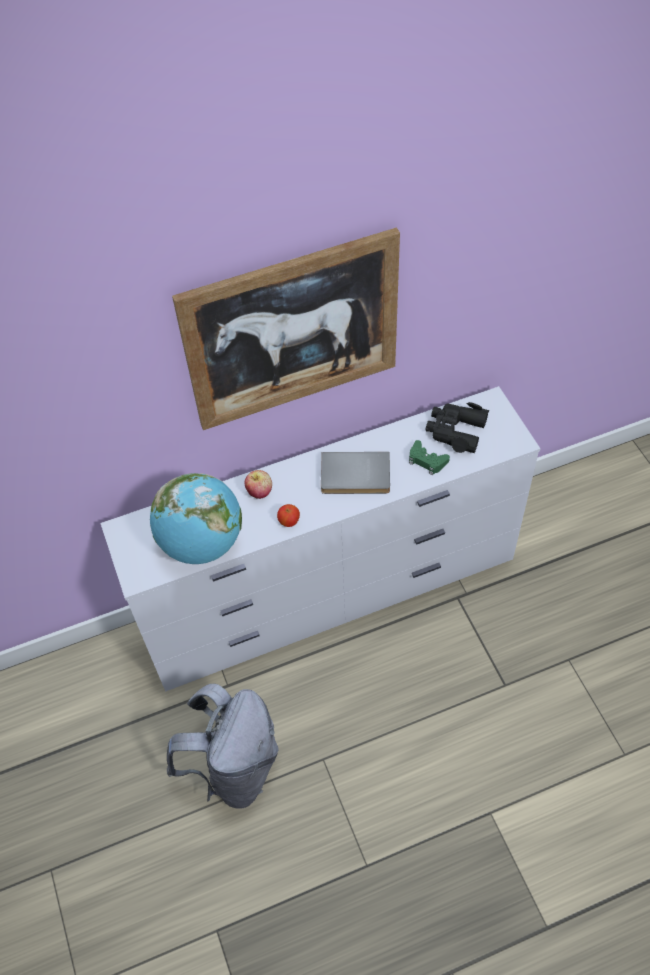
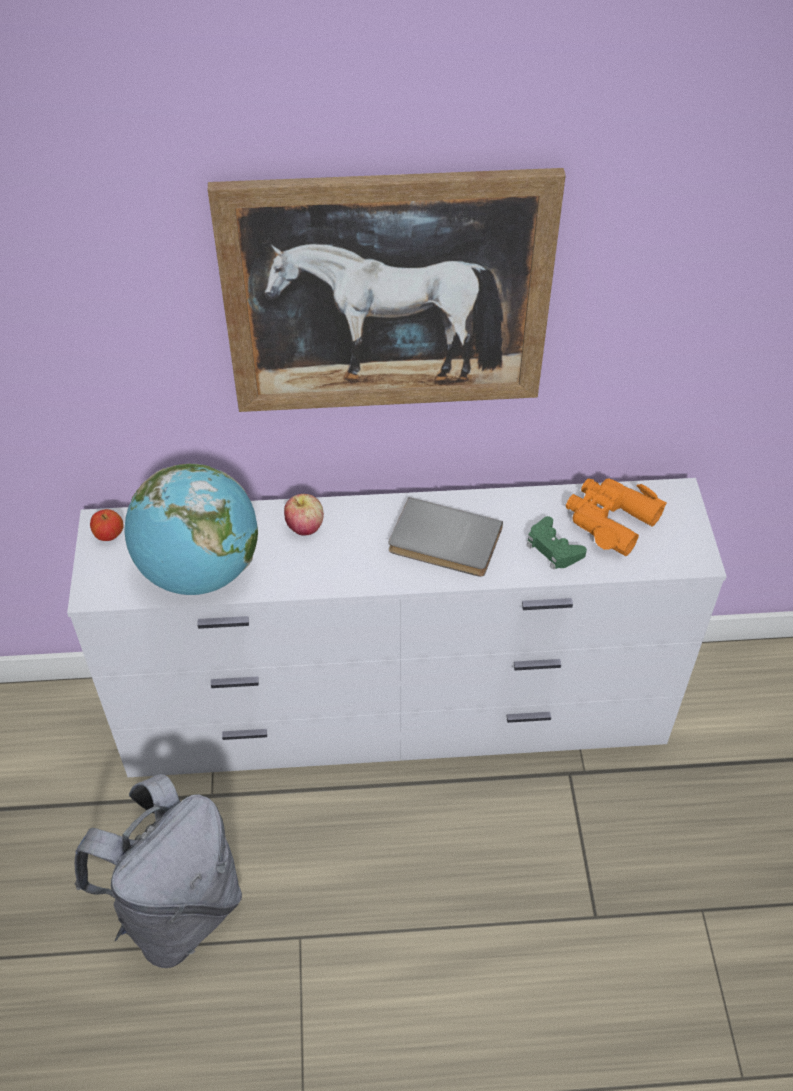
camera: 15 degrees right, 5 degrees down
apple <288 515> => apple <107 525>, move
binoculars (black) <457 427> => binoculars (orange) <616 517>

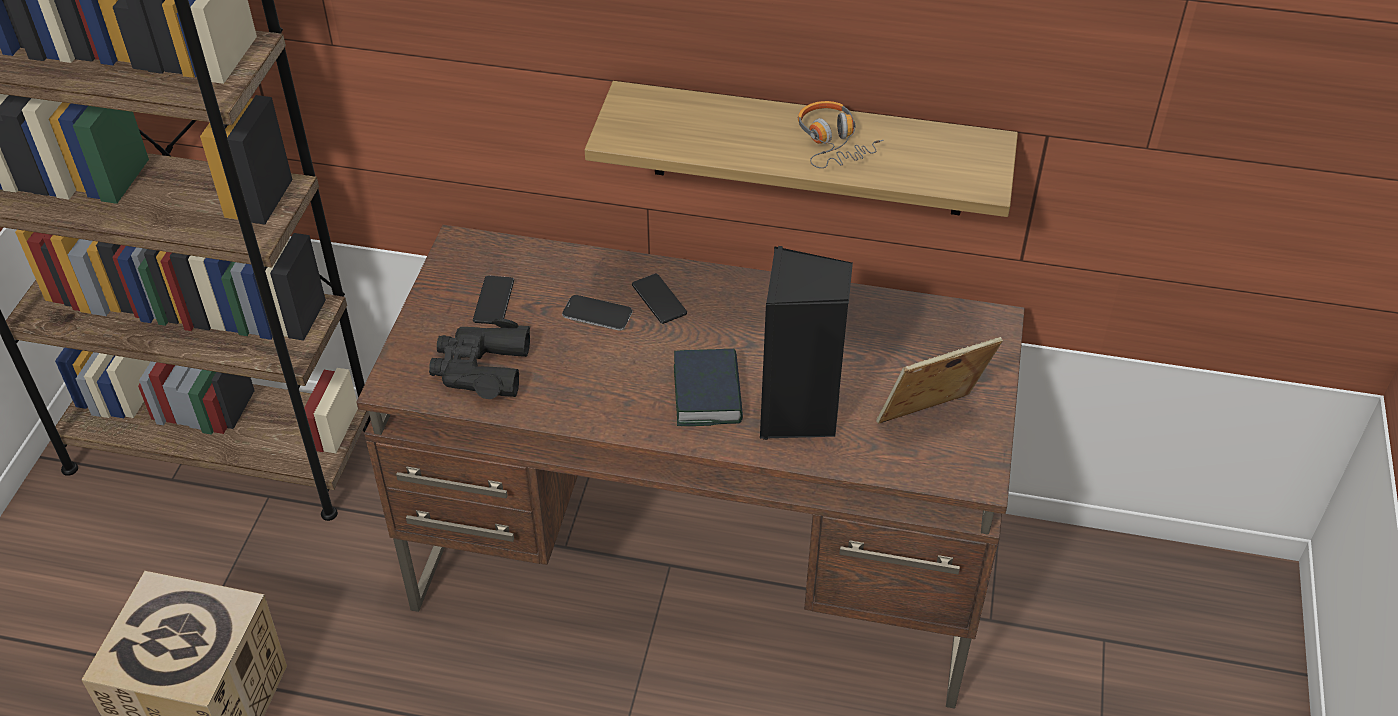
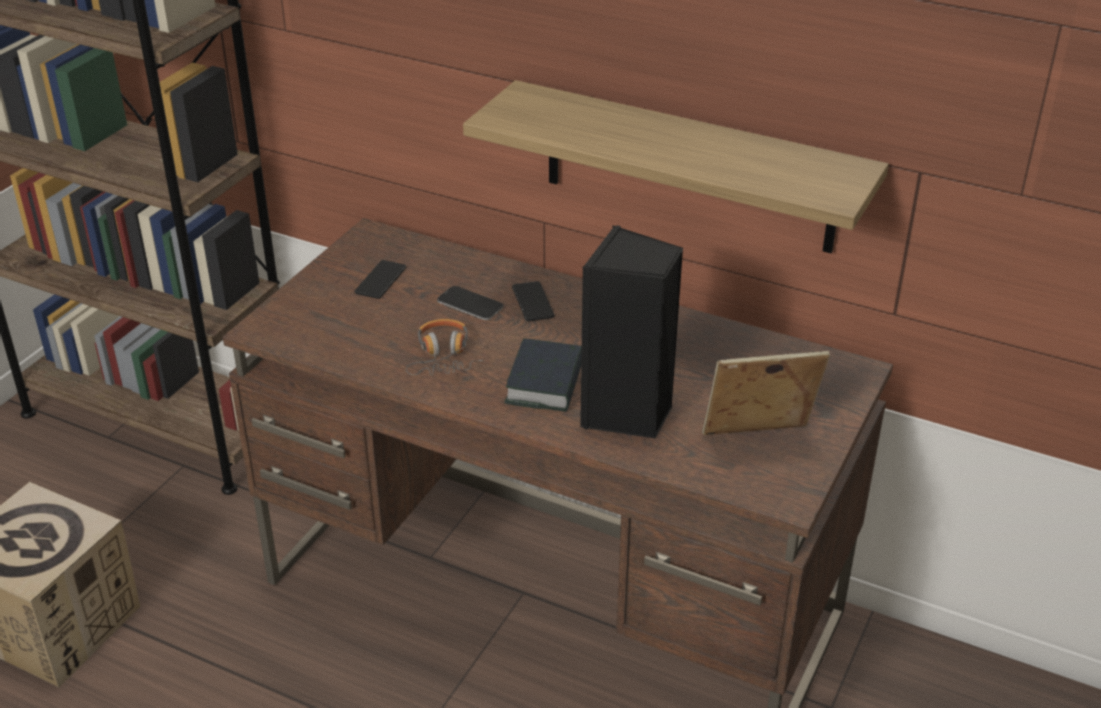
camera: 15 degrees right, 10 degrees down
binoculars (black) <479 358> => nothing
headphones <841 134> => headphones <444 347>, move

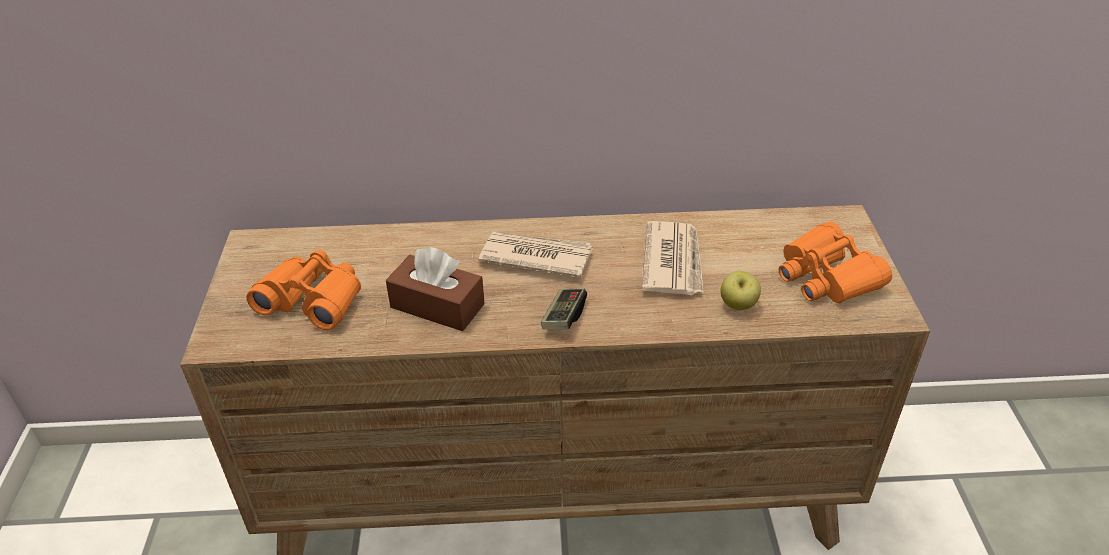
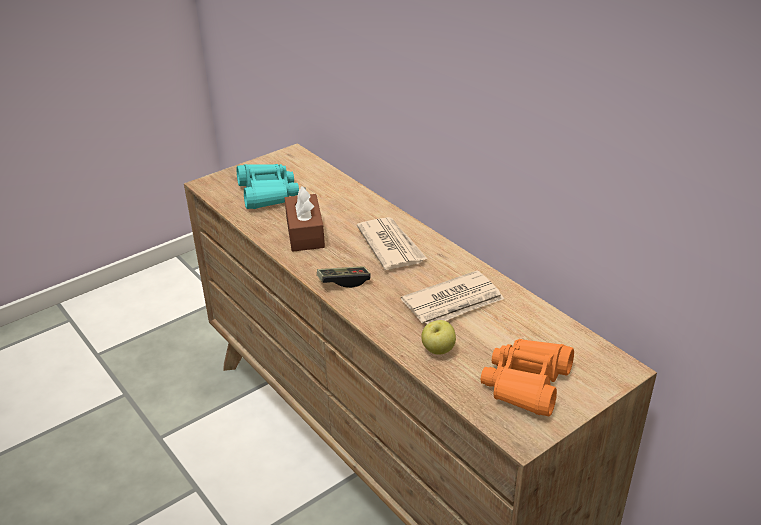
camera: 55 degrees right, 5 degrees down
binoculars (orange) <303 290> => binoculars (turquoise) <268 186>

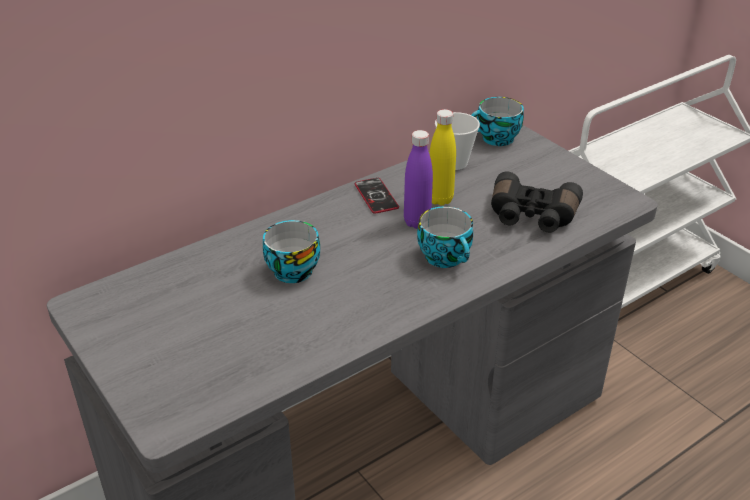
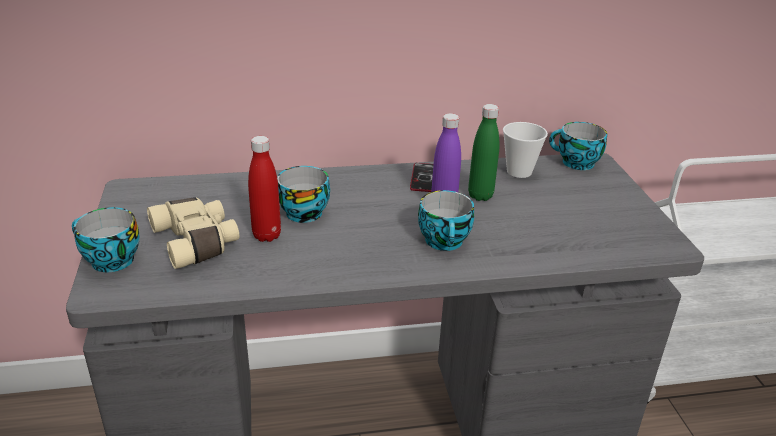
camera: 25 degrees right, 5 degrees down
binoculars (black) <537 202> => nothing
nothing => cup <106 239>
nothing => binoculars (beige) <193 233>
nothing => bottle (red) <264 189>
bottle (yellow) <442 157> => bottle (green) <483 152>

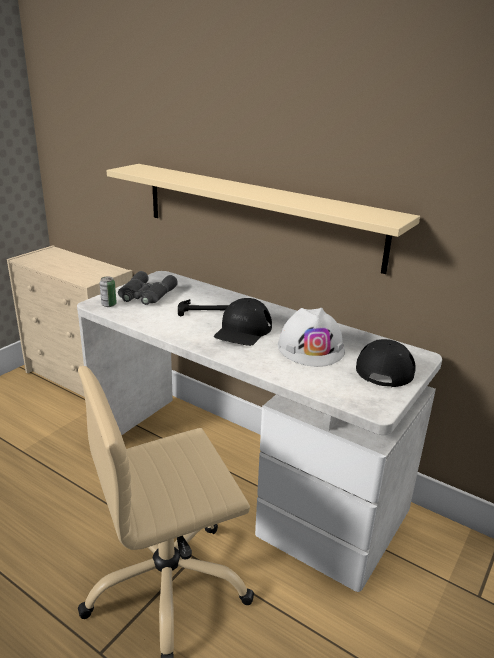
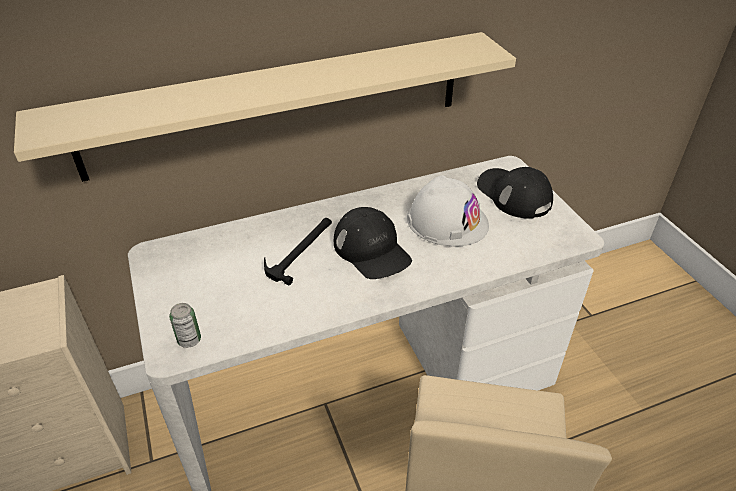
camera: 55 degrees left, 15 degrees up
binoculars (grey) <148 288> => nothing

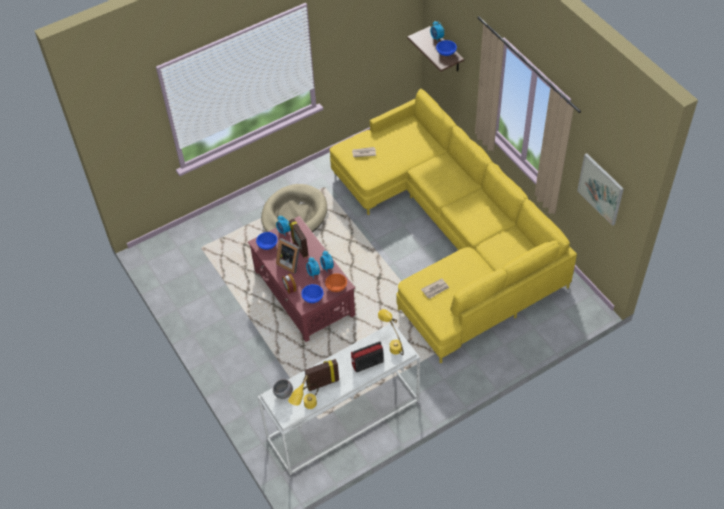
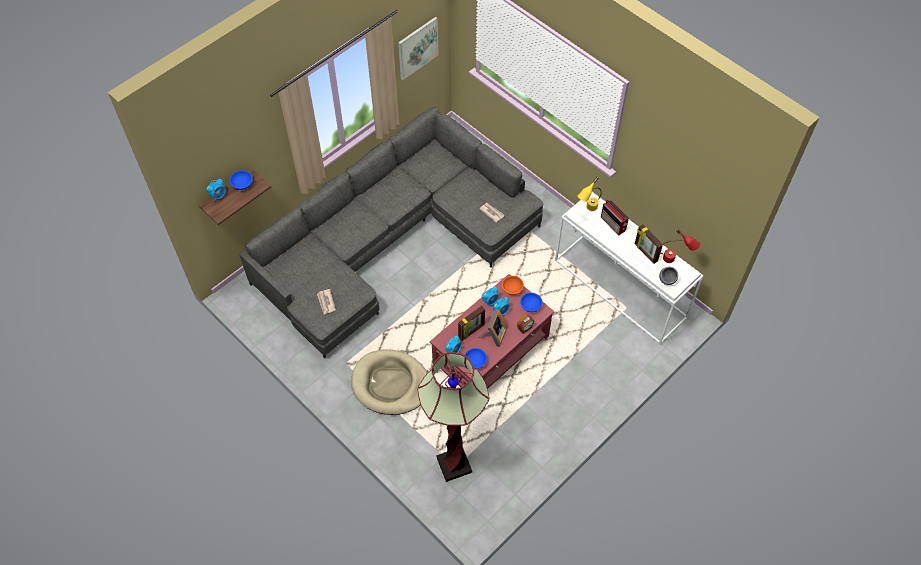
camera: 105 degrees left, 5 degrees up
nothing => floor lamp <453 417>
table lamp (yellow) <303 392> => table lamp (red) <680 246>
sofa (yellow) <453 226> => sofa (grey) <391 232>

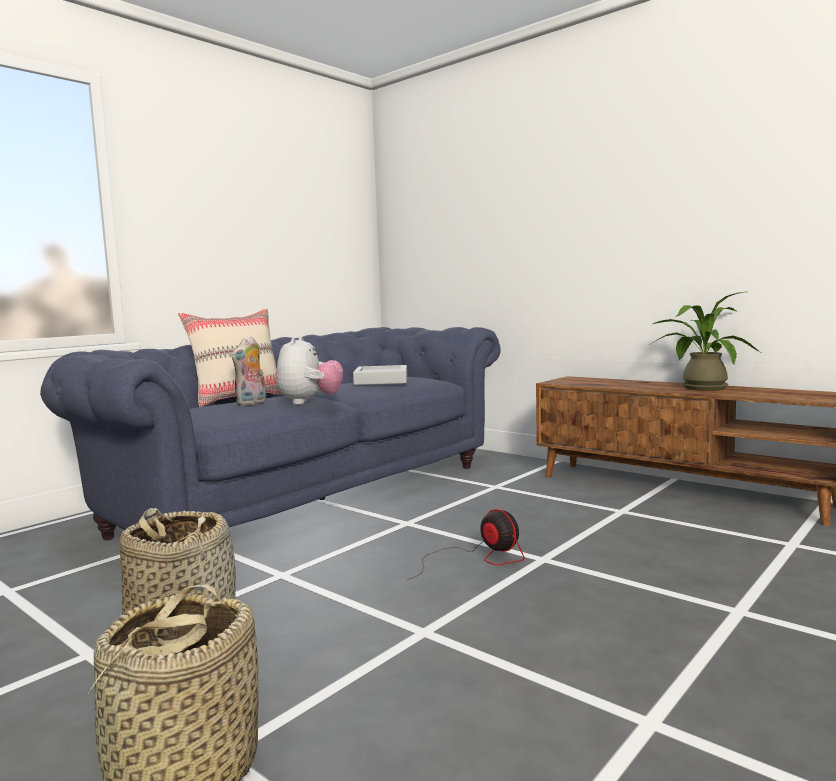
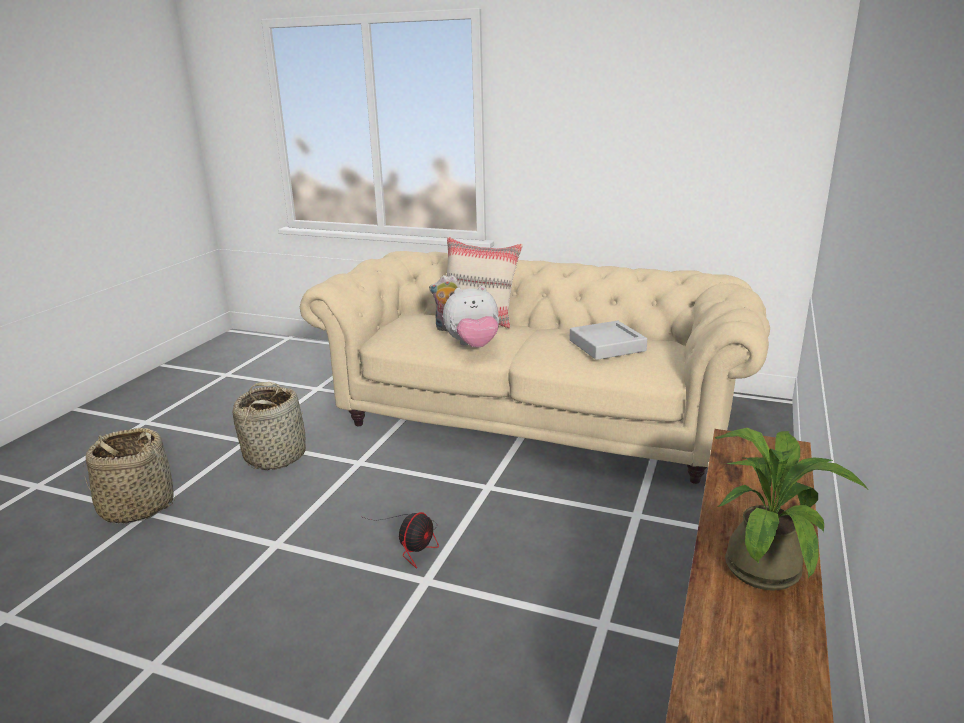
camera: 70 degrees right, 15 degrees up
sofa (blue) <270 434> => sofa (beige) <535 367>

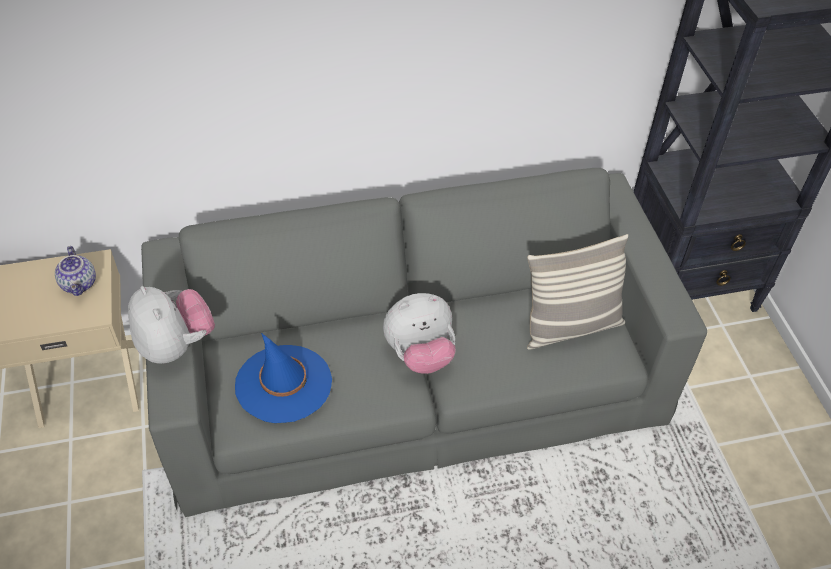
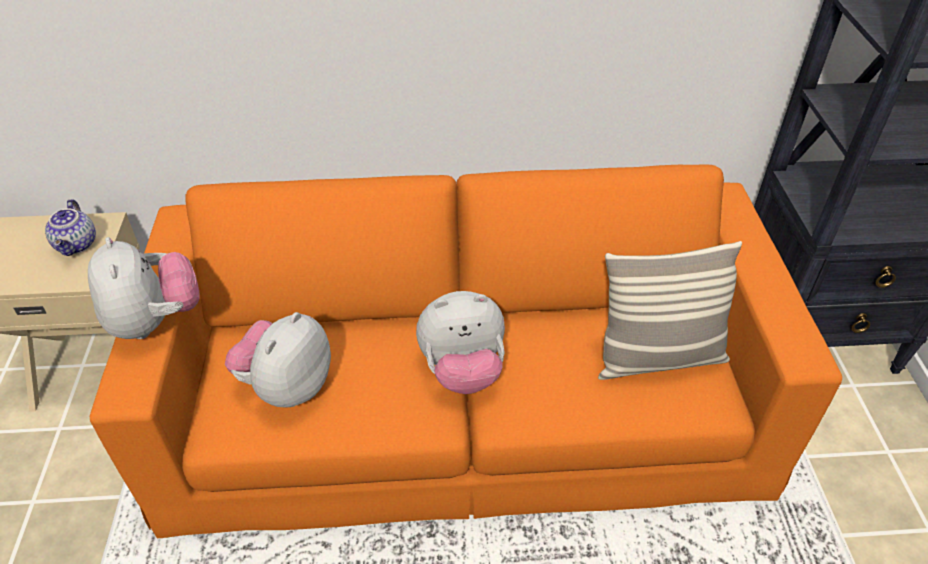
camera: 10 degrees right, 5 degrees down
hat (blue) <283 378> => plush toy <278 360>
sofa (grey) <424 342> => sofa (orange) <466 351>

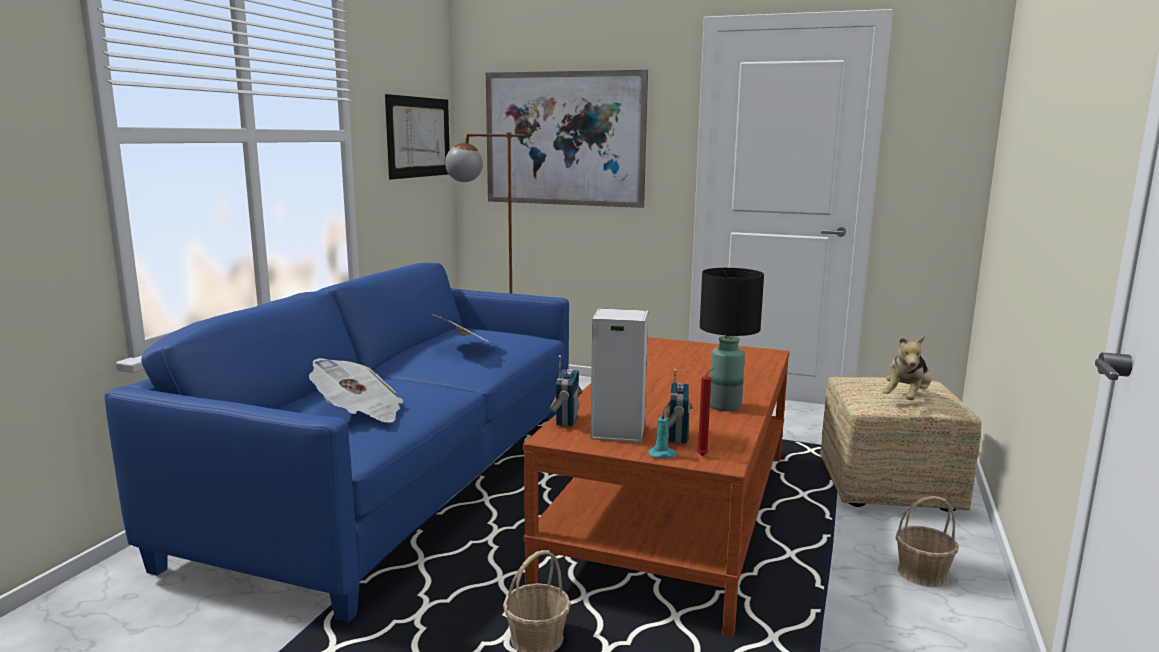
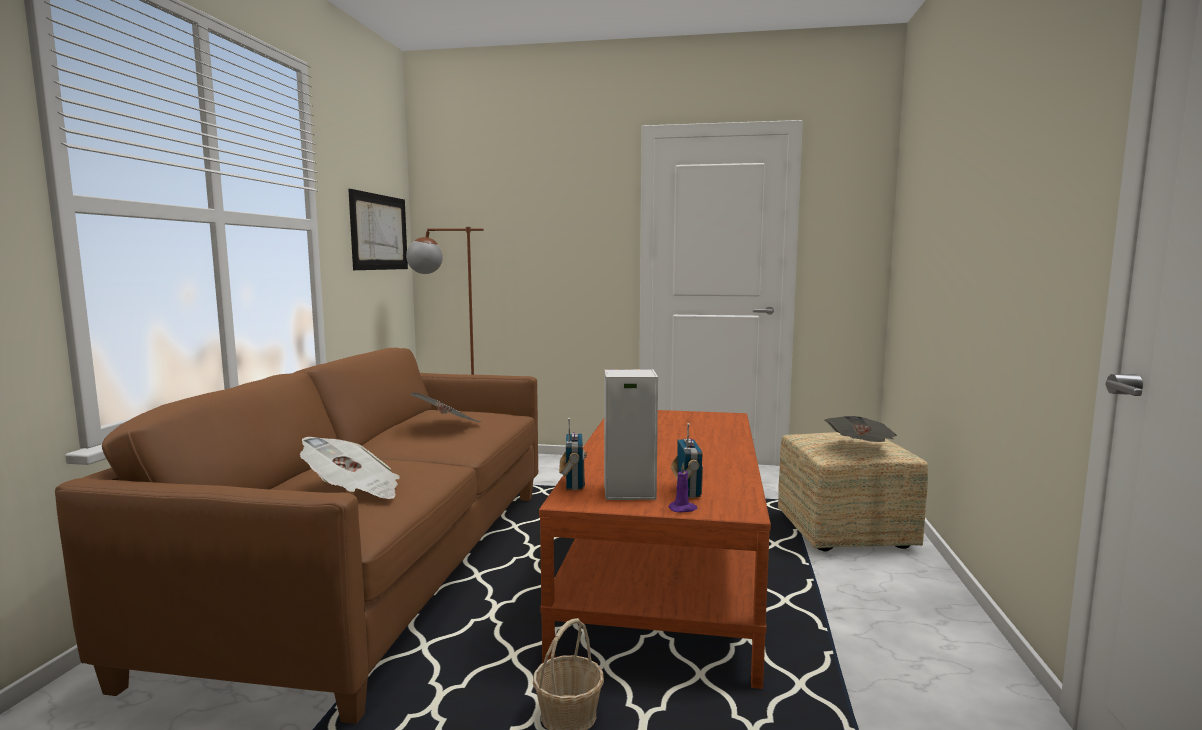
camera: 10 degrees left, 5 degrees down
picture <567 139> => nothing
candle (red) <706 411> => nothing
table lamp (black) <732 339> => nothing
basket <927 541> => nothing
plush toy <907 368> => newspaper <860 429>
sofa (blue) <336 443> => sofa (brown) <296 536>
candle (turquoise) <663 433> => candle (purple) <683 487>

